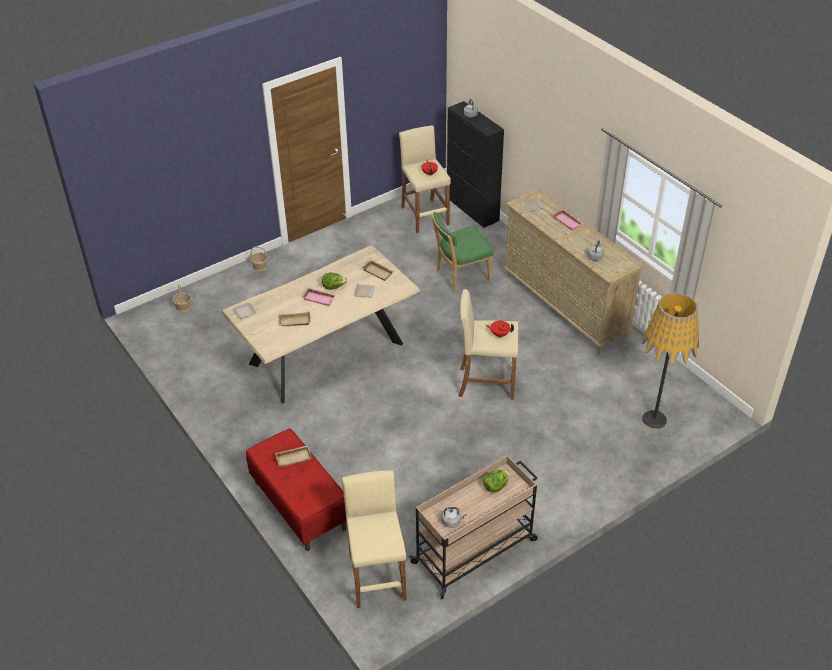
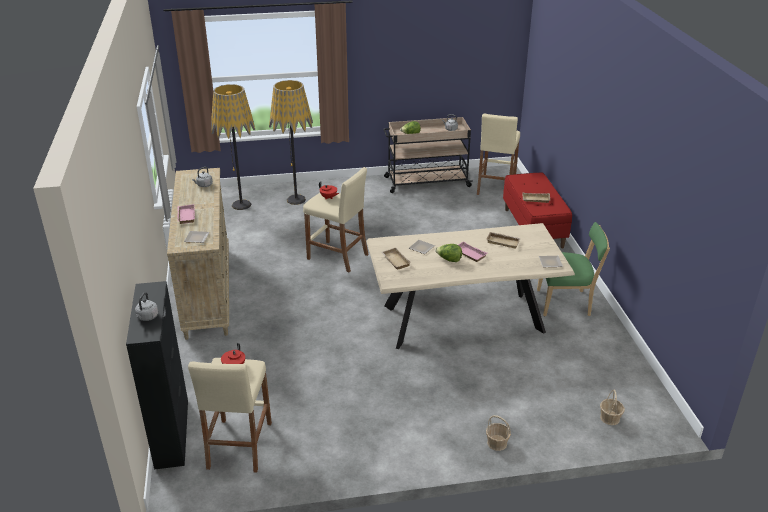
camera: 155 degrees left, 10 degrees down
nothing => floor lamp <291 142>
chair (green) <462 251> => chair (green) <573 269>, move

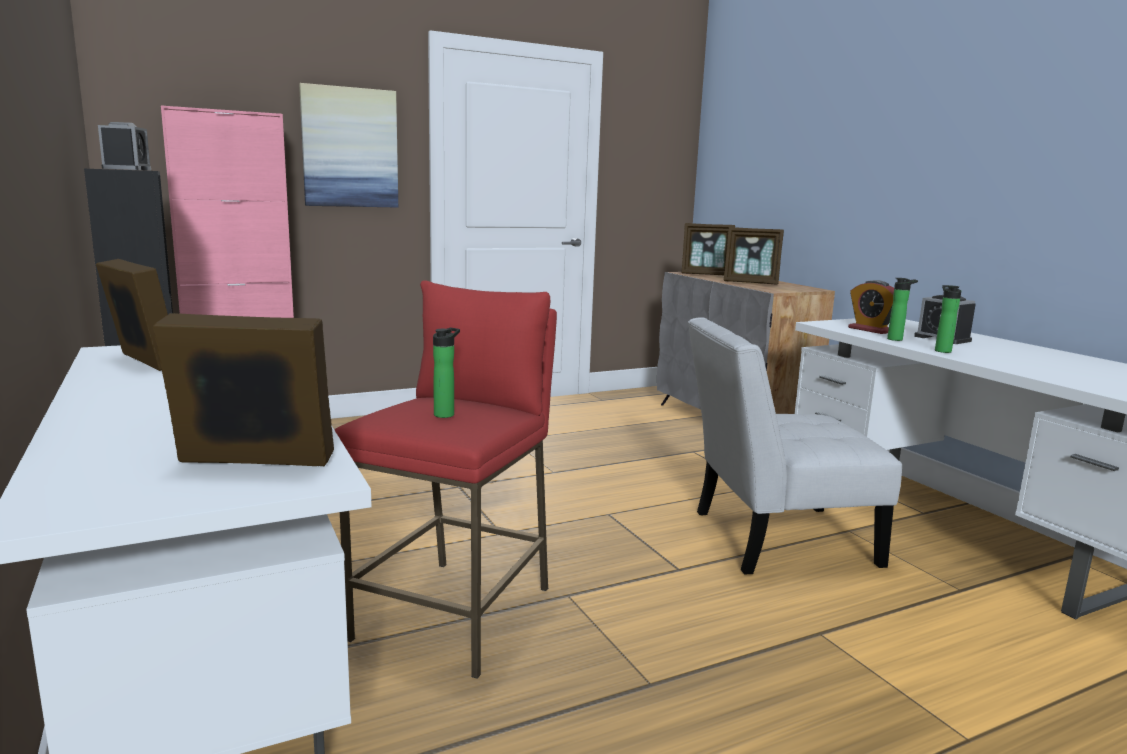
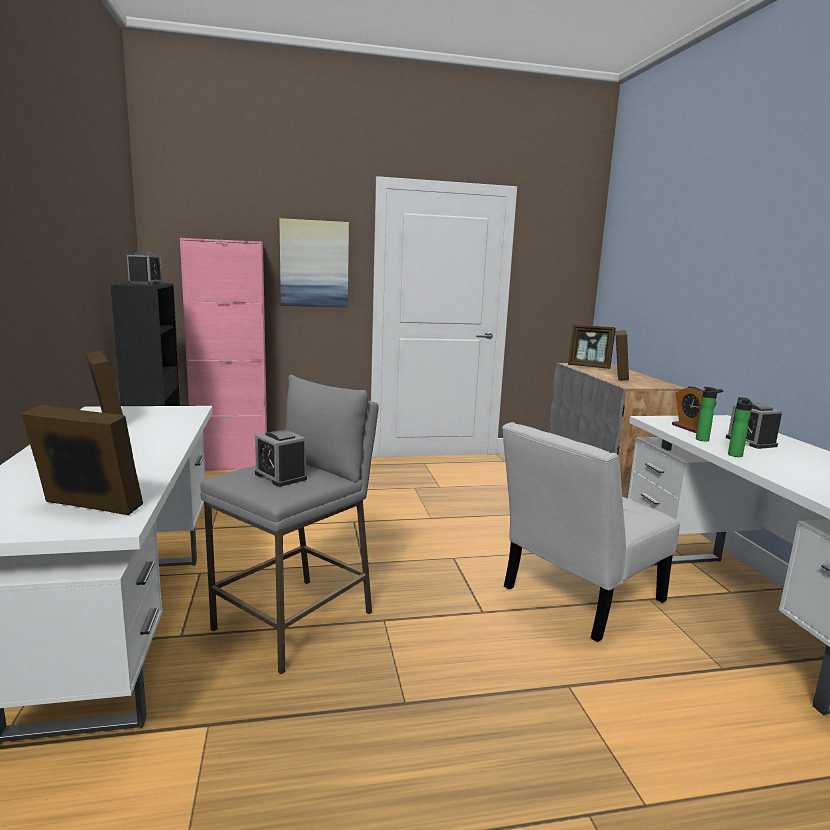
camera: 15 degrees right, 0 degrees up
bottle <446 373> => alarm clock <281 458>
stool (red) <446 479> => stool (grey) <289 524>
chair (white) <795 445> => chair (white) <591 532>, 45 degrees counterclockwise
picture frame <754 256> => picture frame <622 355>, 105 degrees counterclockwise

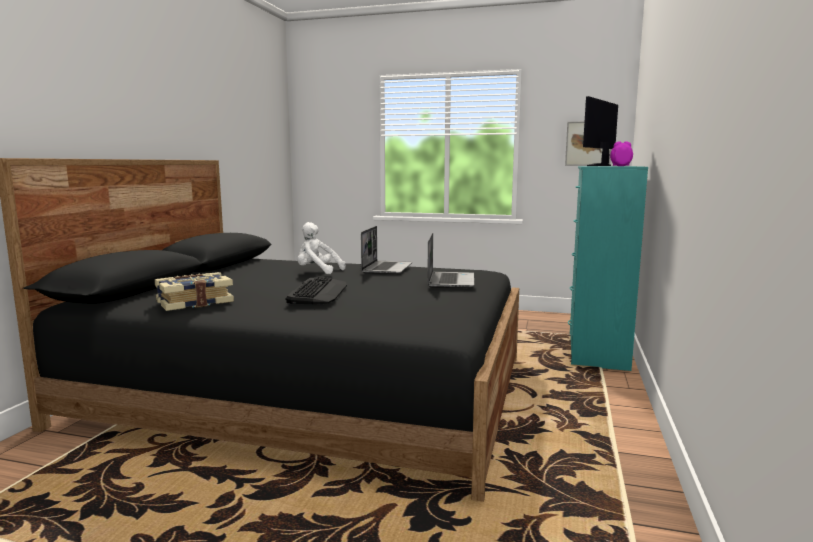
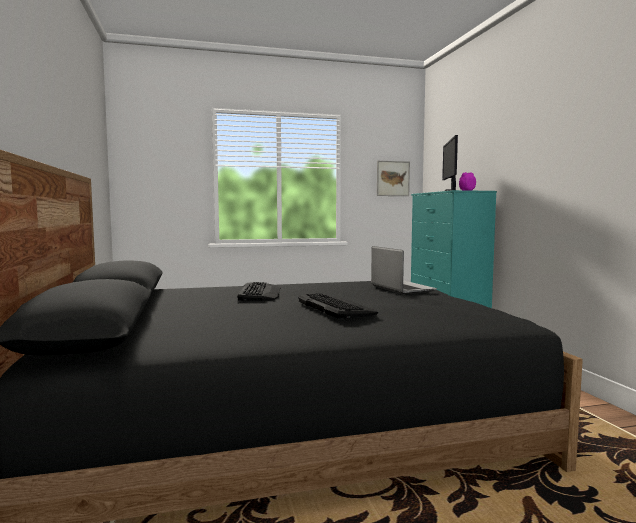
camera: 30 degrees left, 5 degrees down
book <194 291> => nothing
laptop <386 250> => nothing
plush toy (white) <321 248> => keyboard <259 291>

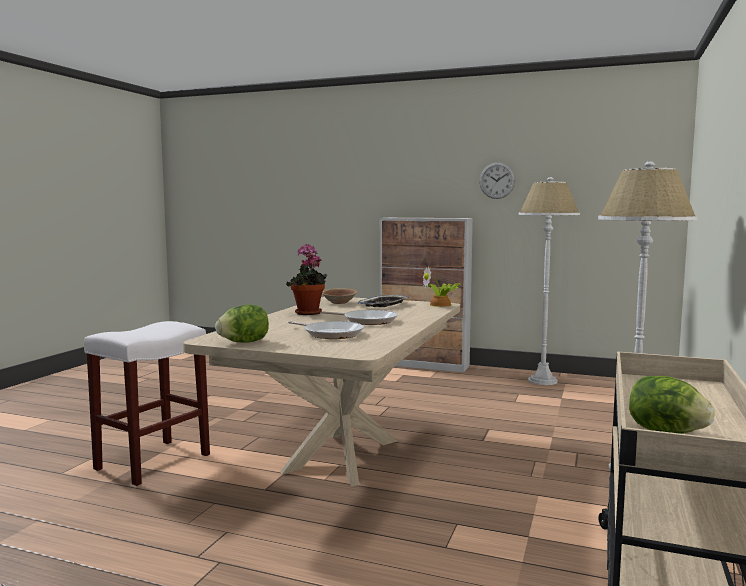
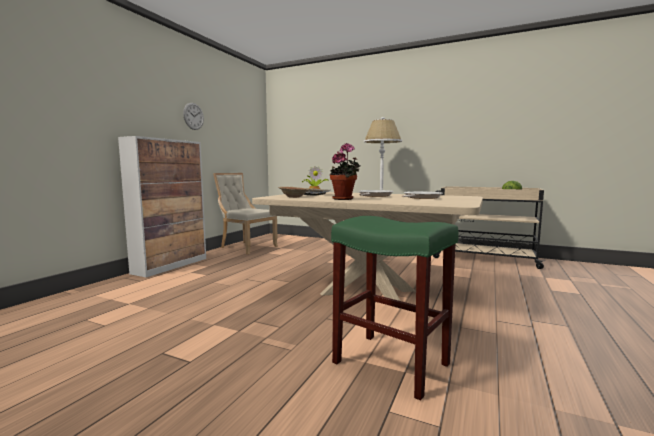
camera: 85 degrees left, 0 degrees up
lettuce <242 323> => nothing
floor lamp (white) <549 281> => chair (beige) <245 214>
stool (white) <147 403> => stool (green) <395 308>

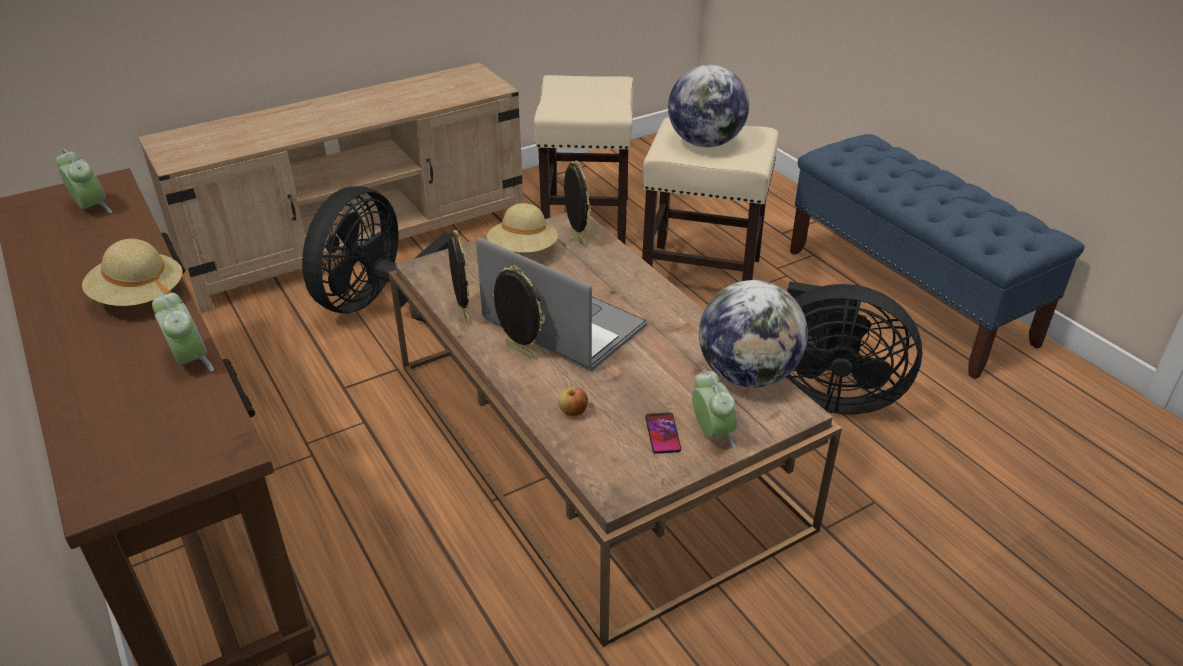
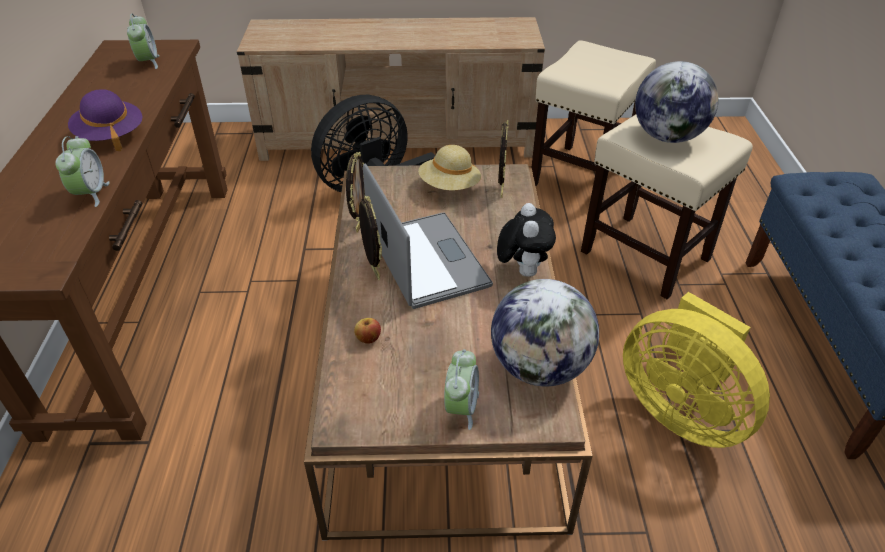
camera: 30 degrees right, 5 degrees up
phone <663 433> => nothing
nothing => plush toy <526 240>
hat (beige) <132 272> => hat (purple) <105 120>
fan (black) <854 347> => fan (yellow) <696 370>

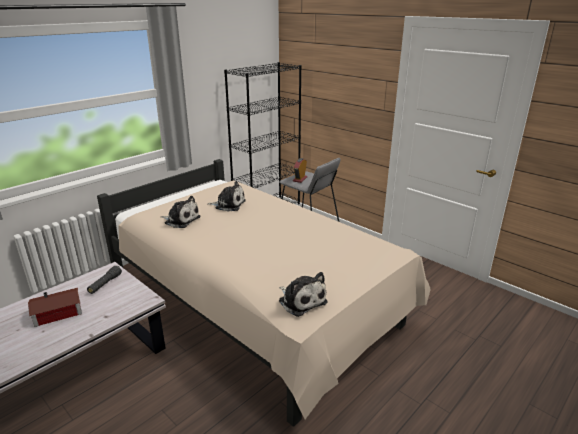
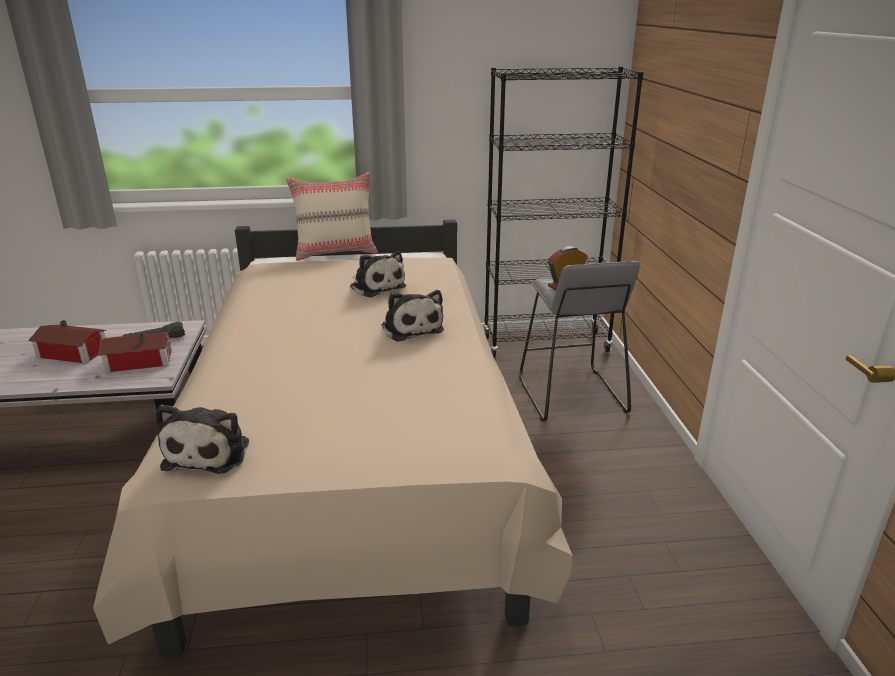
camera: 40 degrees right, 0 degrees up
nothing => toy house <135 352>
nothing => pillow (beige) <332 216>
plush toy <181 212> => plush toy <413 316>, move

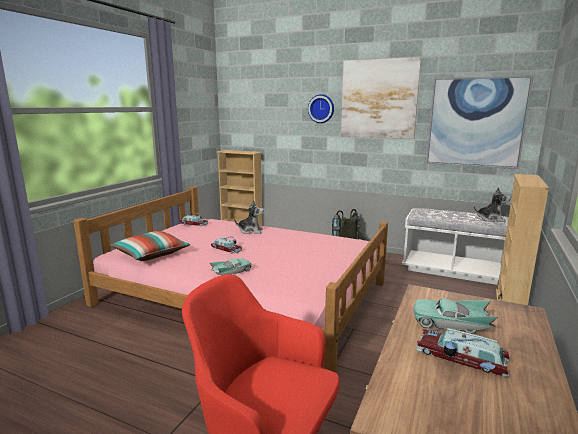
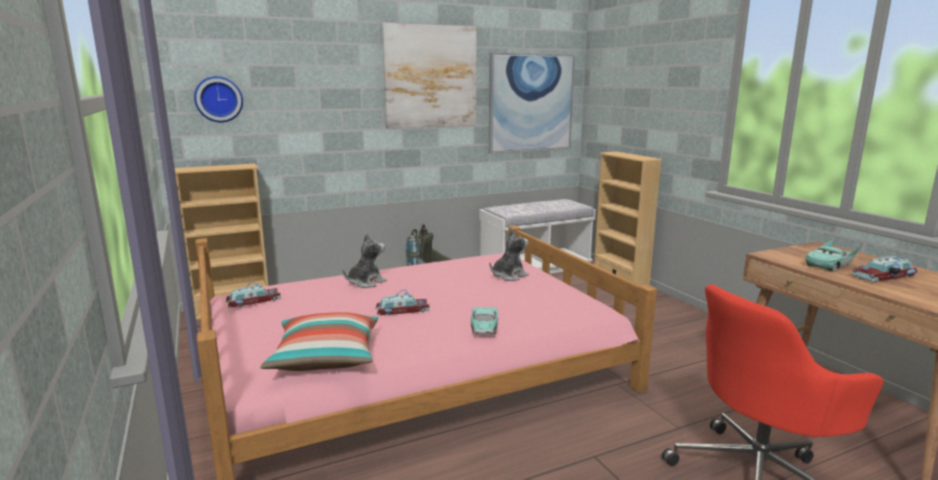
camera: 50 degrees left, 0 degrees up
wall clock <321 108> => wall clock <218 99>, move
plush toy <492 204> => plush toy <509 255>, move

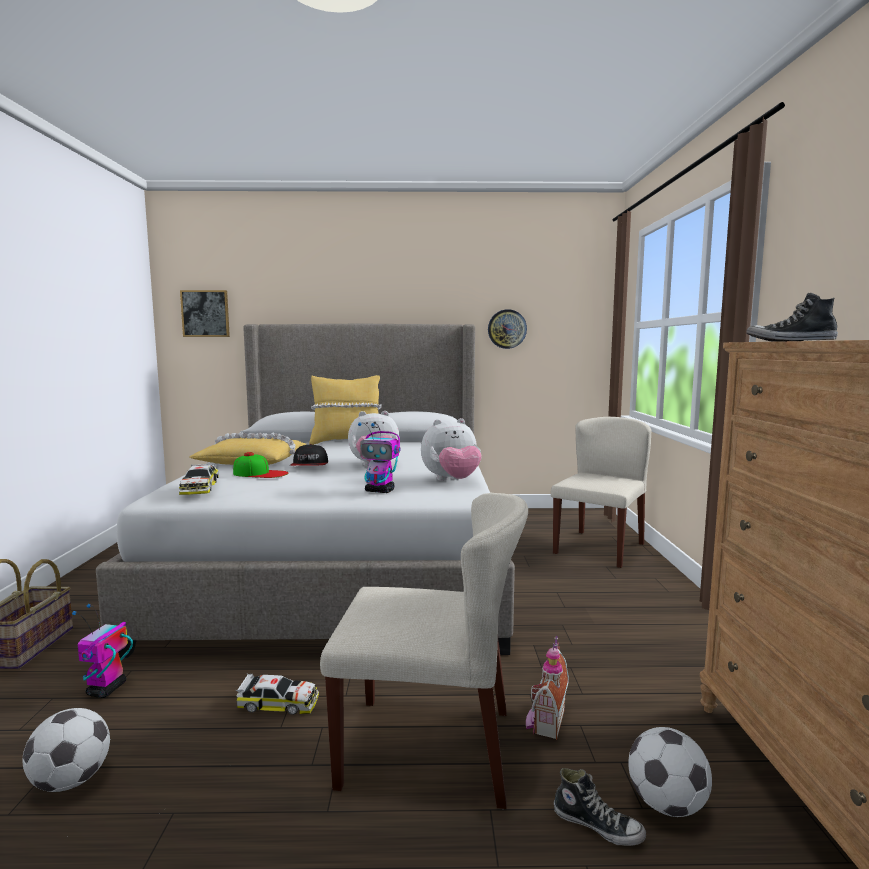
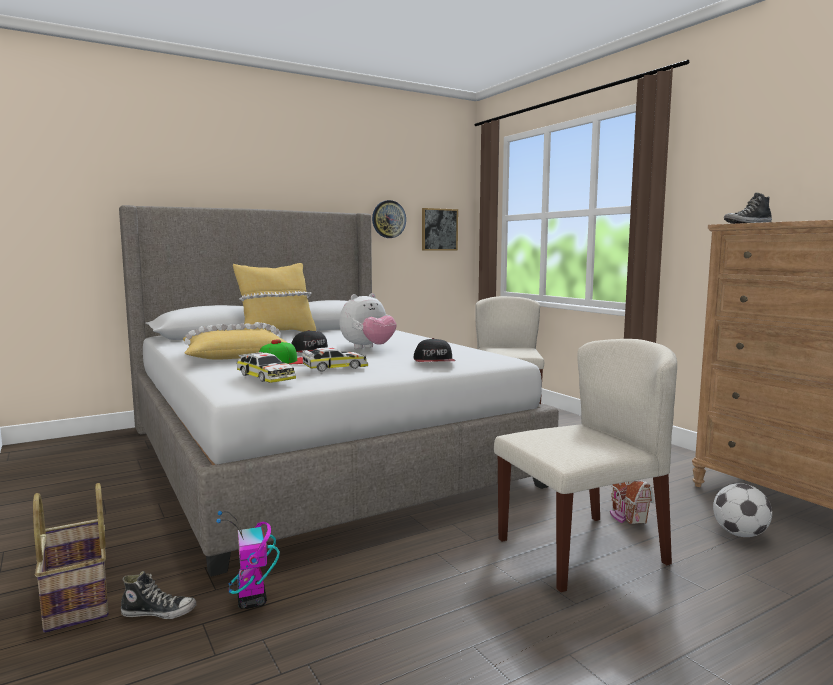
camera: 30 degrees left, 0 degrees up
football <66 750> => nothing
plush toy <451 449> => nothing
picture <205 313> => picture <440 229>, move
toy car <277 694> => toy car <334 359>, move
shoe <600 807> => shoe <159 595>, move
toy robot <379 457> => cap <435 350>

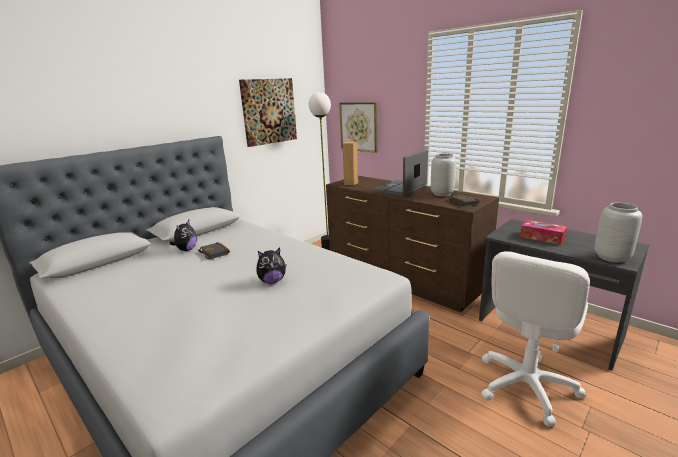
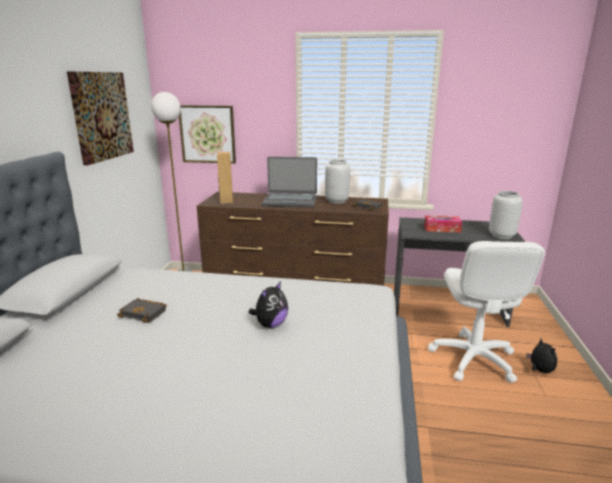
camera: 35 degrees left, 0 degrees up
plush toy <183 235> => plush toy <541 355>, move
laptop <400 172> => laptop <289 182>, 90 degrees counterclockwise

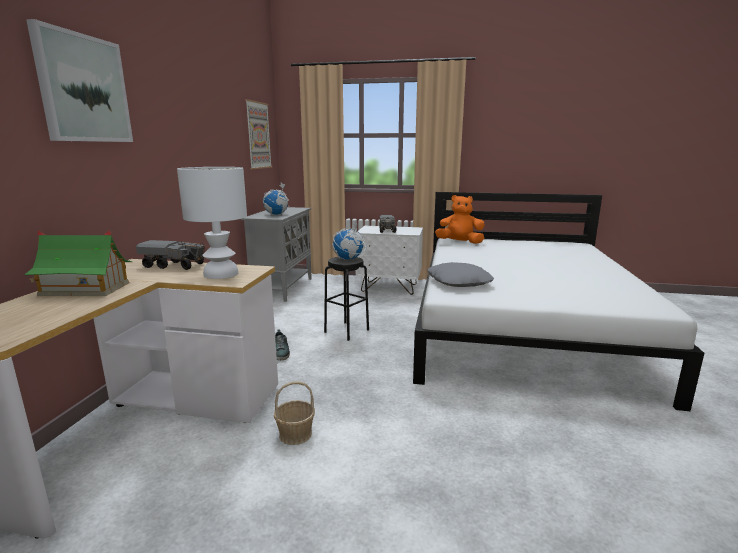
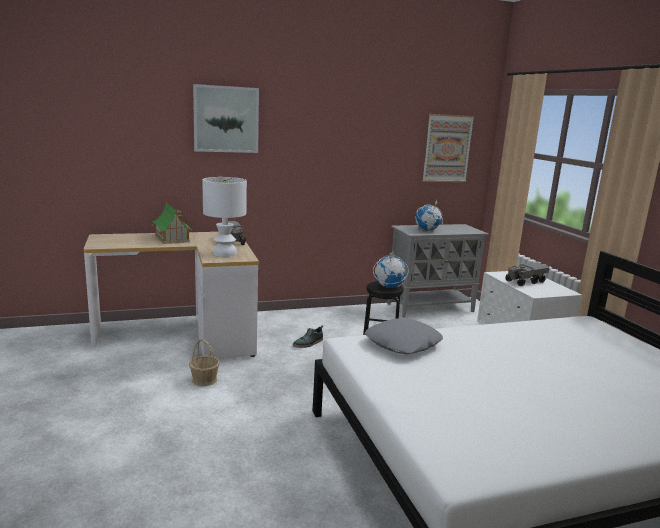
camera: 60 degrees right, 0 degrees up
plush toy (orange) <460 219> => nothing

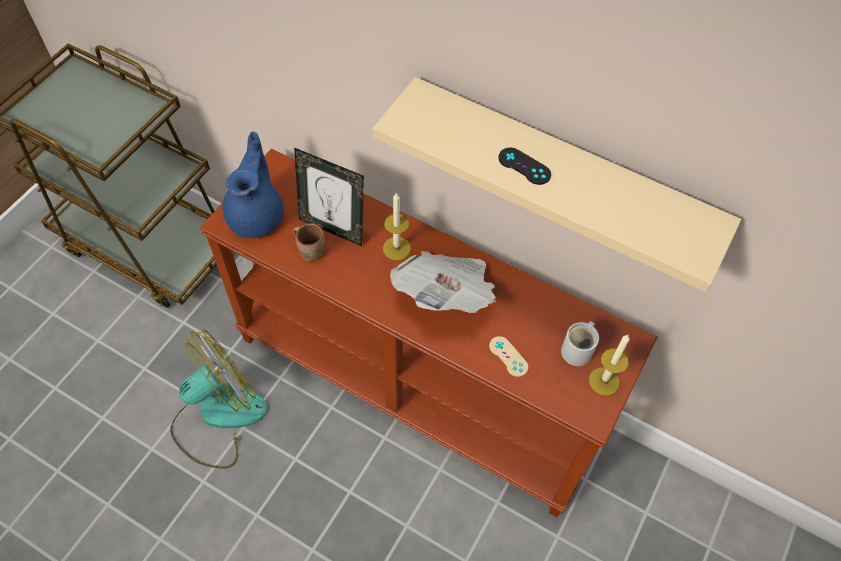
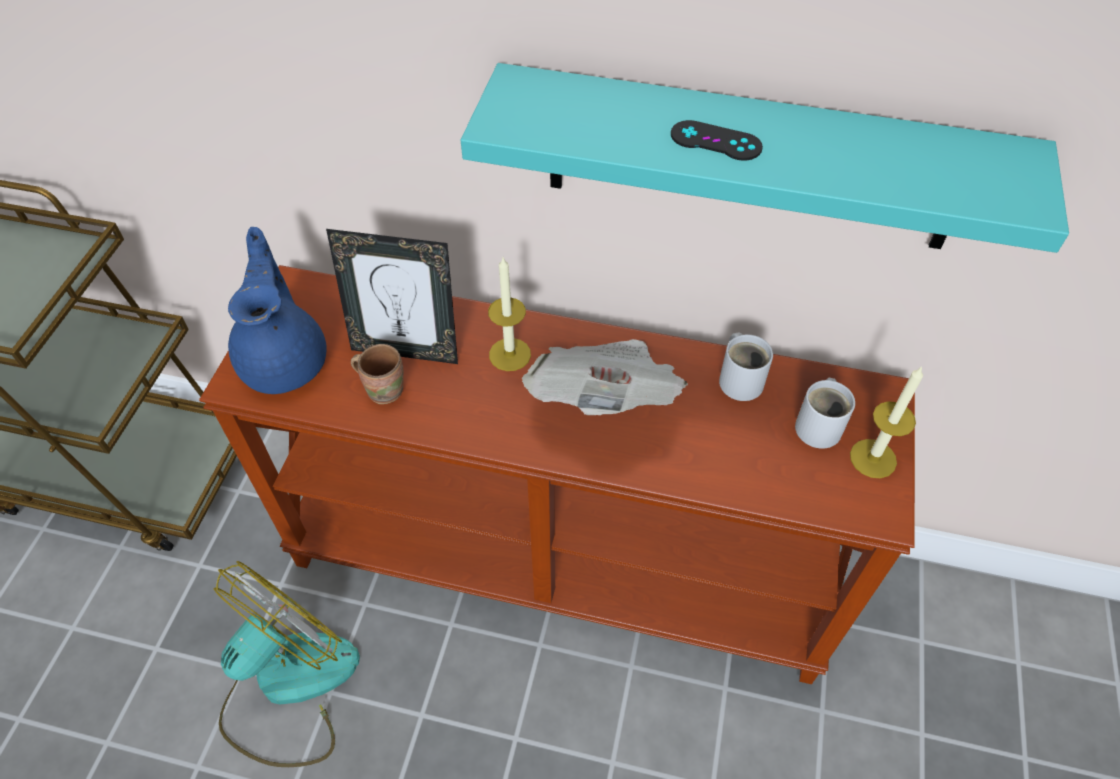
camera: 15 degrees left, 5 degrees down
game controller (beige) <508 356> => nothing
nothing => mug (white) <746 367>
shelf (beige) <557 184> => shelf (turquoise) <765 158>

